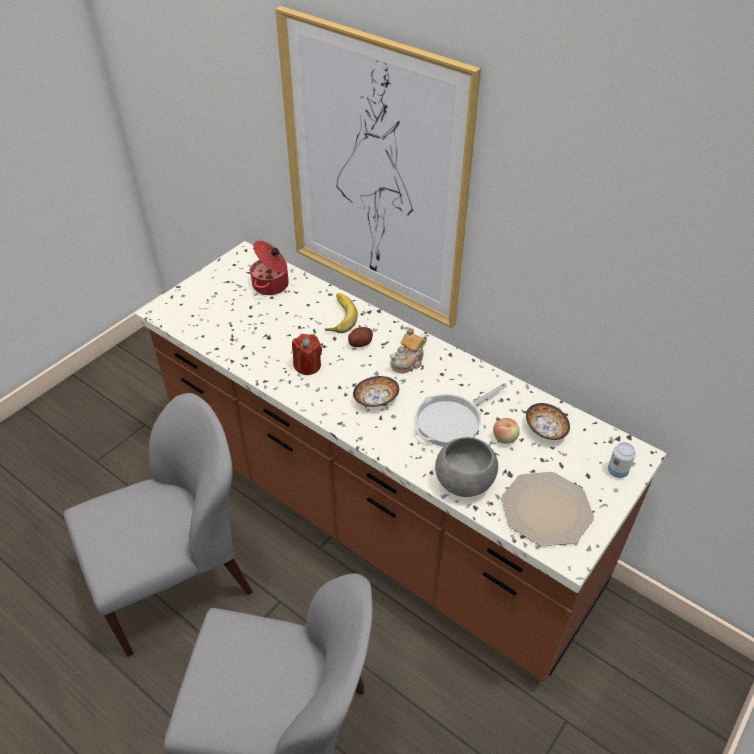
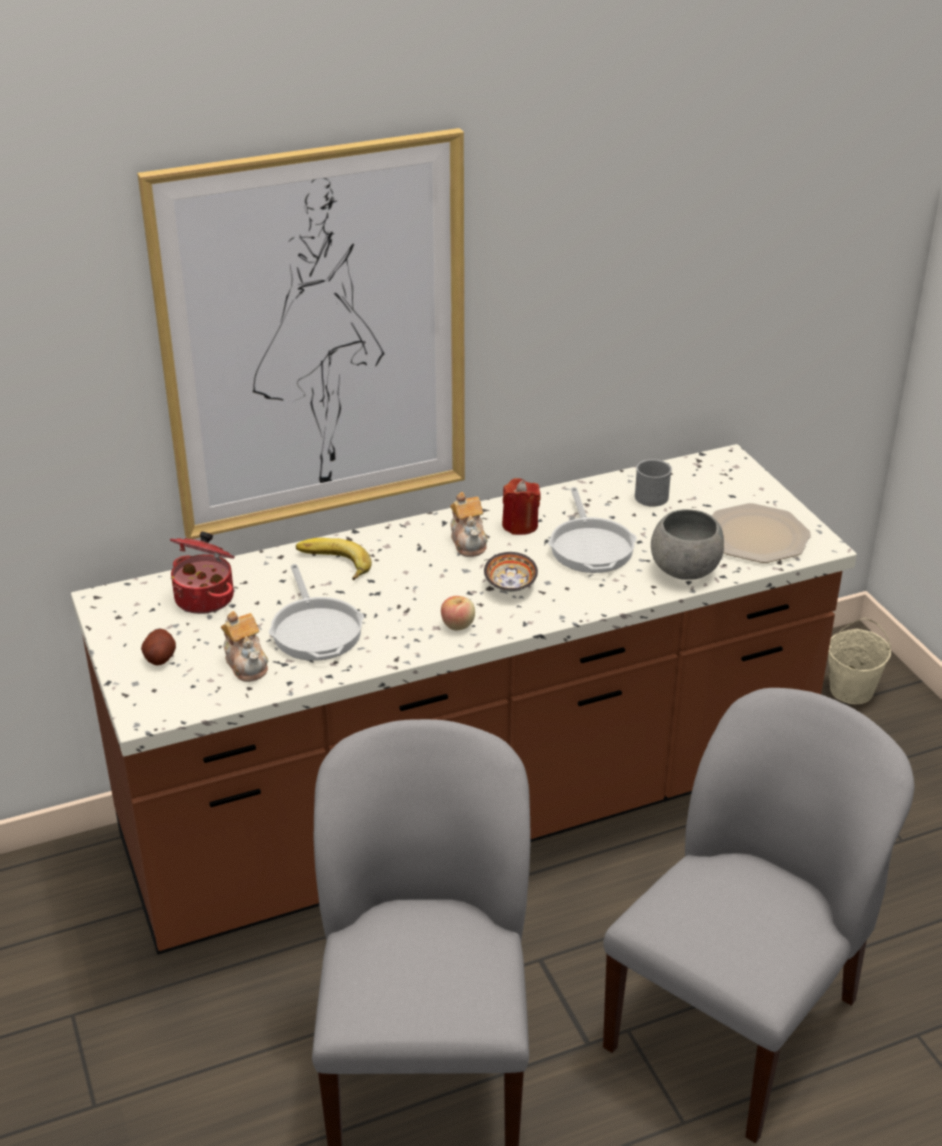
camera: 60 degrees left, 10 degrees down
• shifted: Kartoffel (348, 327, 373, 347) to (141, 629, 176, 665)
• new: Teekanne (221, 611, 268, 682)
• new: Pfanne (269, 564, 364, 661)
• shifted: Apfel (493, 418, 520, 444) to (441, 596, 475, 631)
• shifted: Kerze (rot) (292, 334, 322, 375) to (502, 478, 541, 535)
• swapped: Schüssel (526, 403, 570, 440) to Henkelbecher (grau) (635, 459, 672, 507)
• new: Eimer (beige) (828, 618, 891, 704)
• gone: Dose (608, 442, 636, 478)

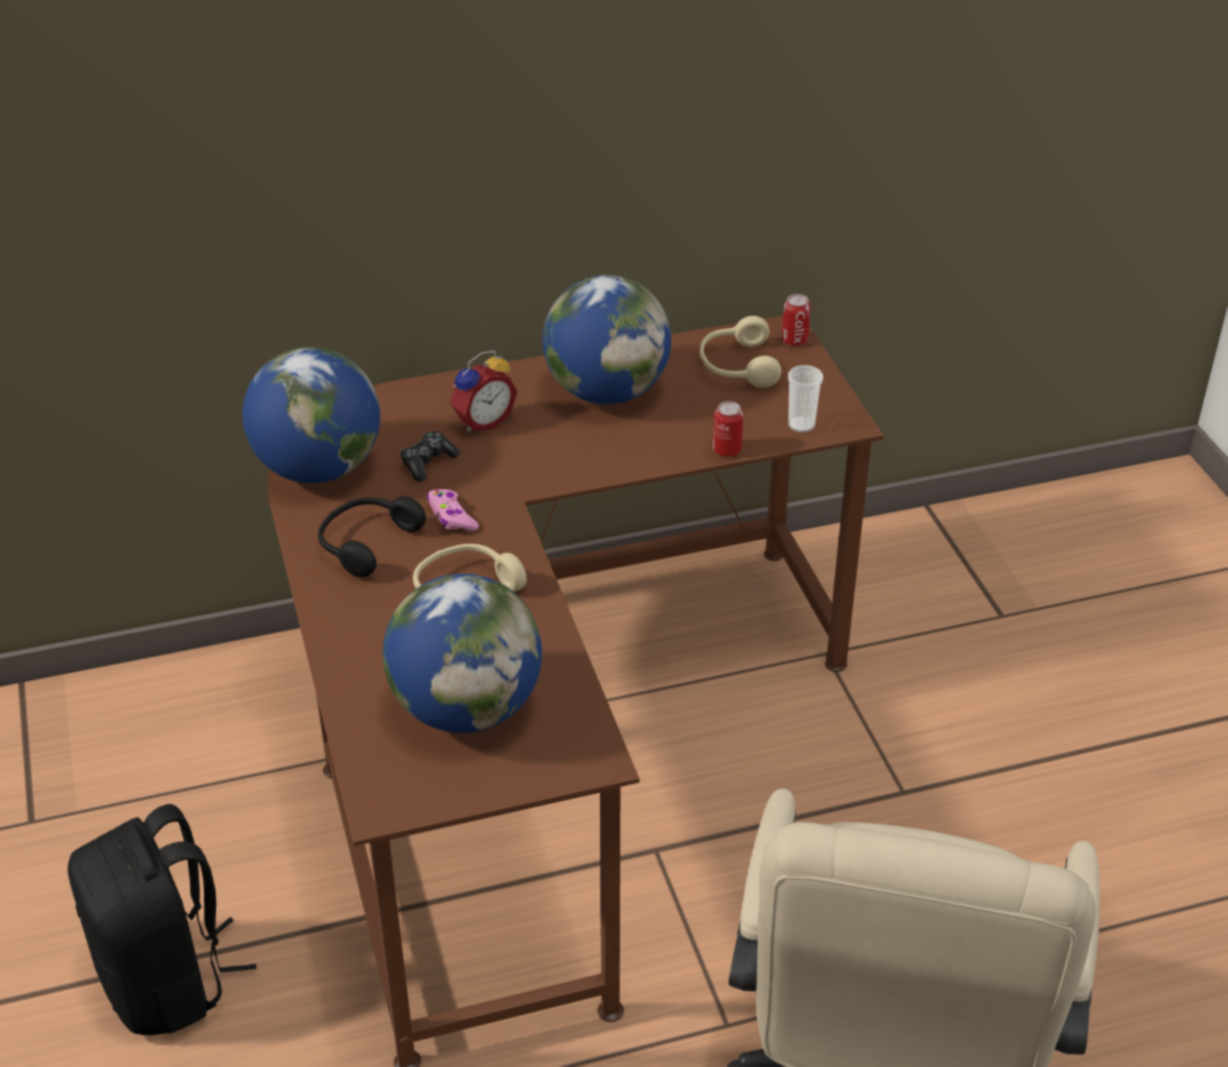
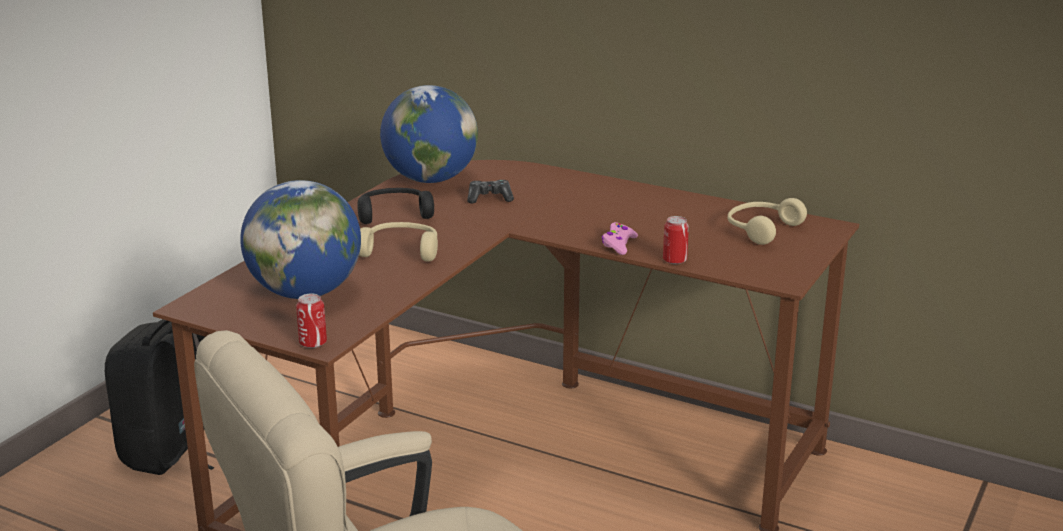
camera: 45 degrees right, 15 degrees down
• shifted: Dose (782, 294, 811, 346) to (296, 294, 327, 348)
• shifted: Gamepad (rosa) (427, 489, 479, 531) to (601, 222, 638, 255)
• gone: Wecker (450, 351, 517, 432)
• gone: Globus (543, 275, 671, 404)
• gone: Tasse (788, 365, 823, 433)

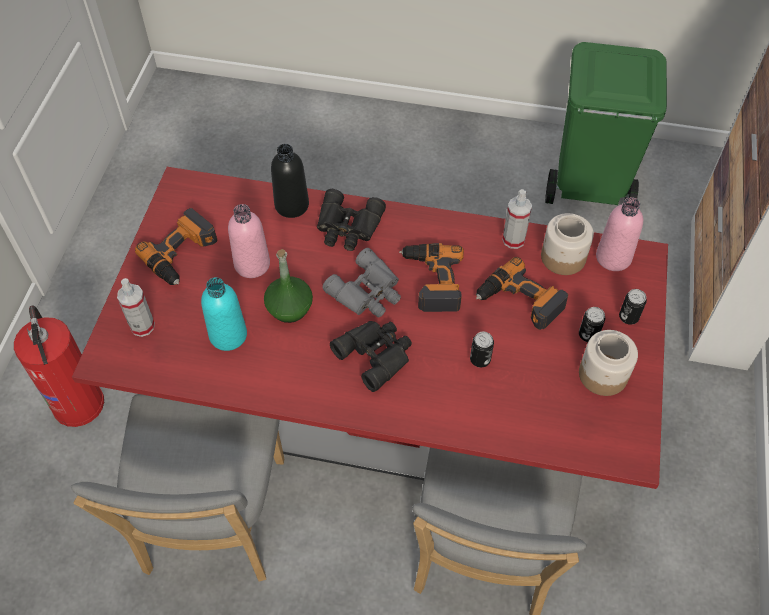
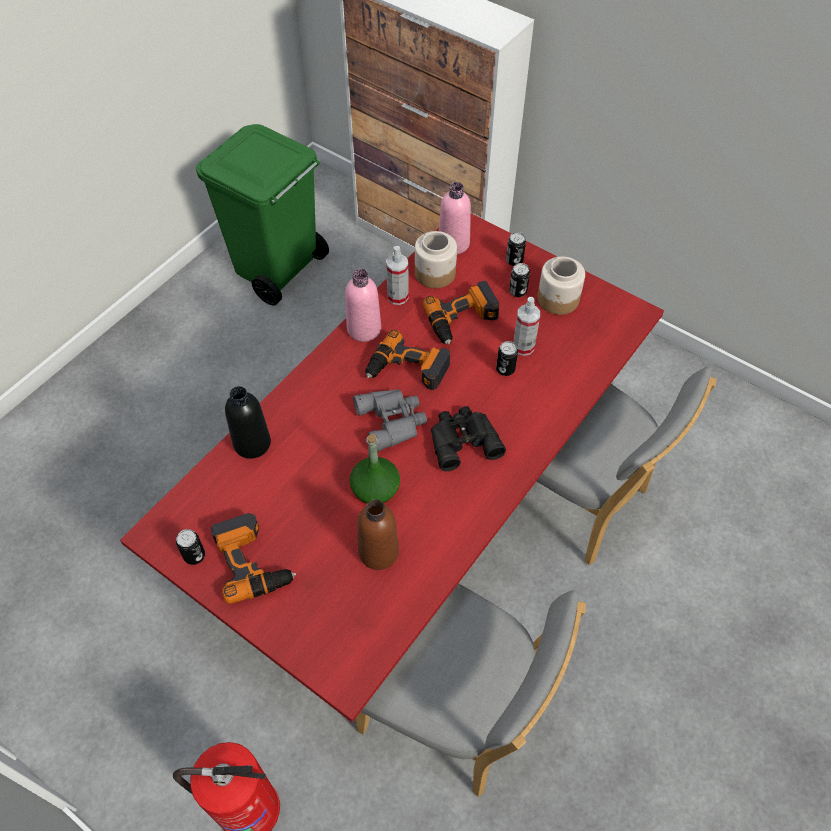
camera: 65 degrees left, 0 degrees up
• new: Dose (176, 529, 205, 565)
• shifted: Flasche (rosa) (228, 204, 270, 278) to (345, 269, 381, 342)
• repainted: Flasche (türkis) (201, 277, 247, 351) to Flasche (braun) (357, 500, 399, 570)
• shifted: Sprühflasche (117, 278, 155, 337) to (513, 297, 540, 356)
• gone: Fernglas (schwarz) (317, 189, 386, 251)

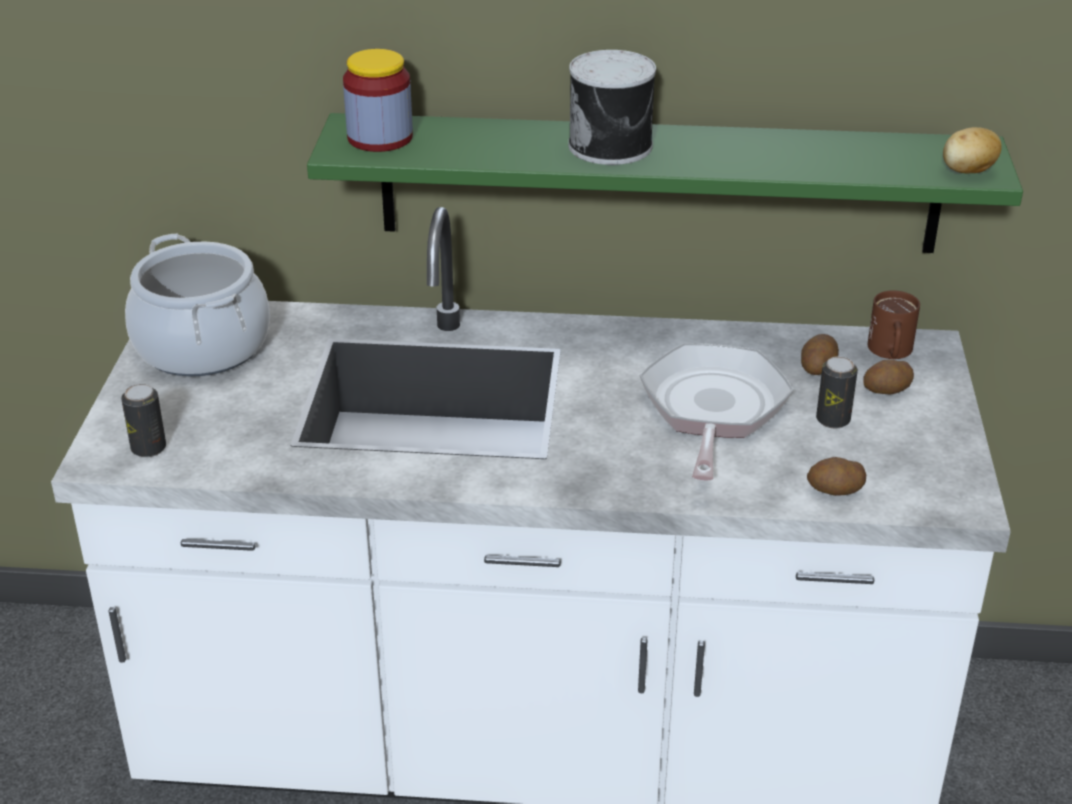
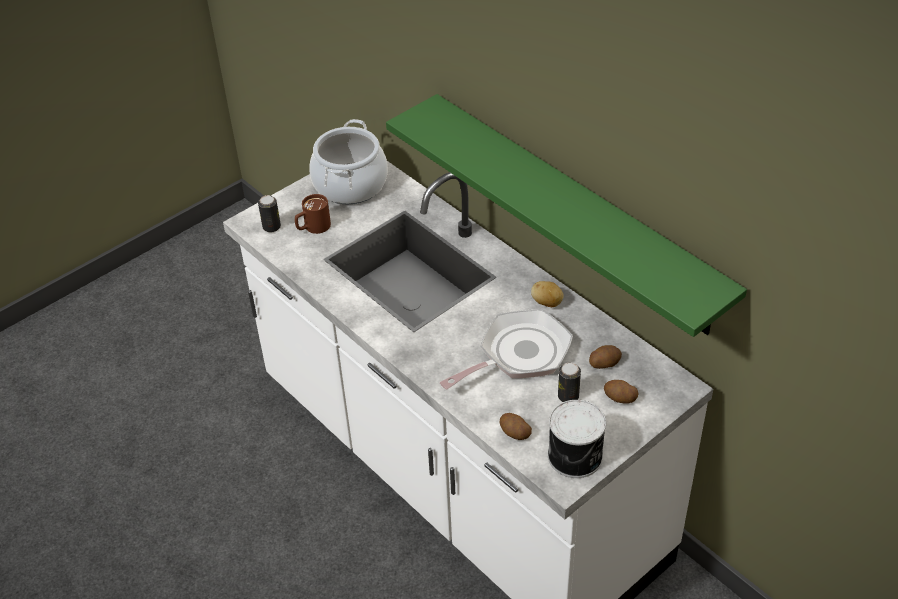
camera: 45 degrees right, 10 degrees up
• shifted: Henkelbecher (braun) (868, 290, 920, 359) to (295, 194, 331, 234)
• shifted: Kartoffel (943, 127, 1002, 173) to (531, 281, 564, 307)
• shifted: Dose (568, 50, 656, 165) to (548, 400, 606, 478)
• gone: Vorratsglas (343, 49, 413, 152)

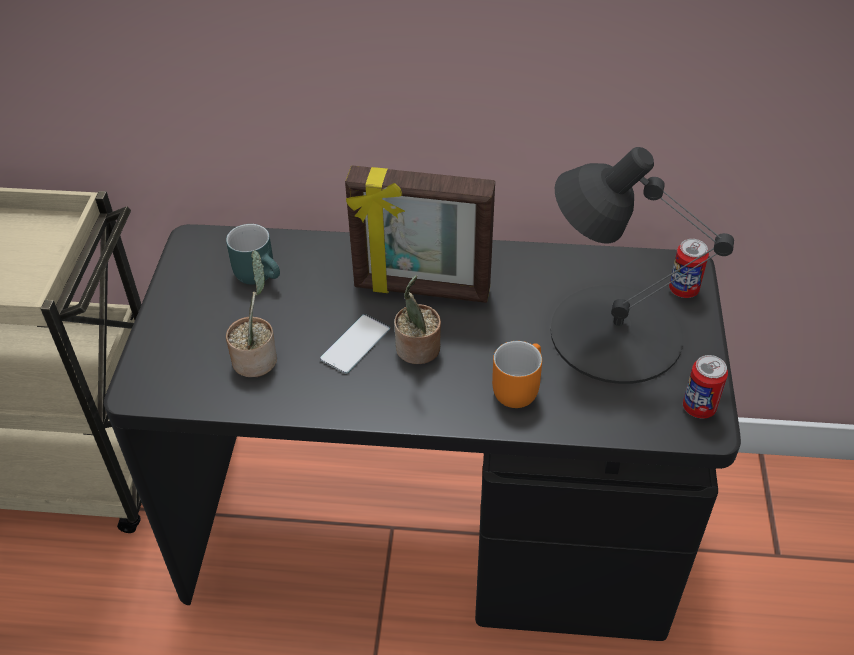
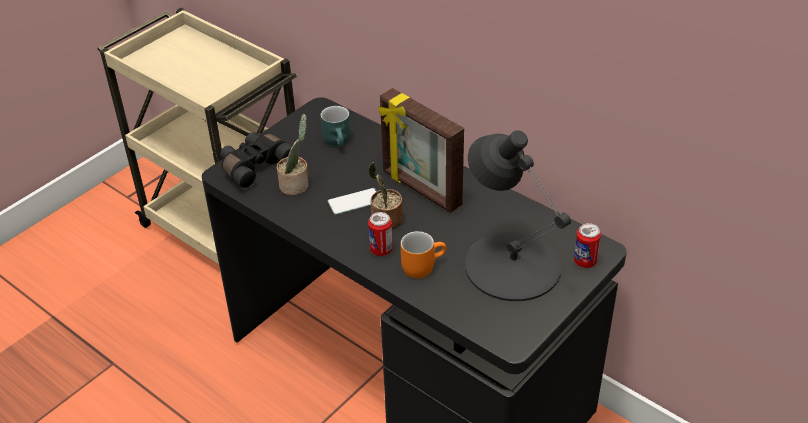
camera: 35 degrees right, 5 degrees down
• new: Fernglas (schwarz) (220, 132, 292, 189)
• shifted: Dose (683, 355, 728, 419) to (368, 212, 393, 256)

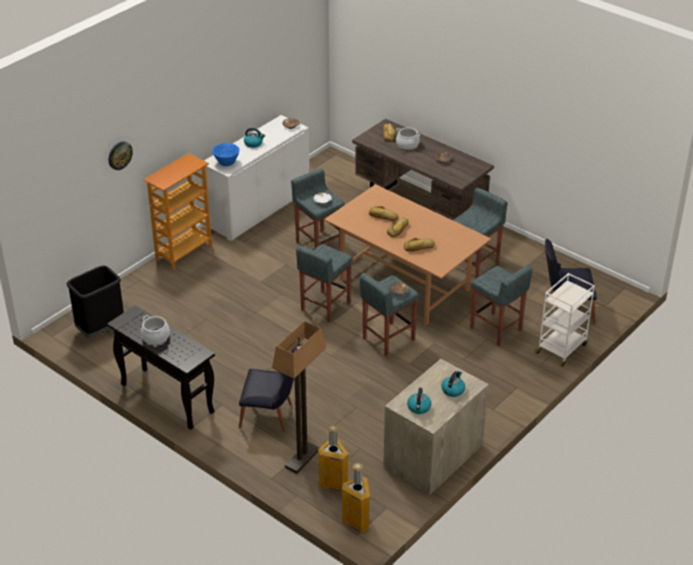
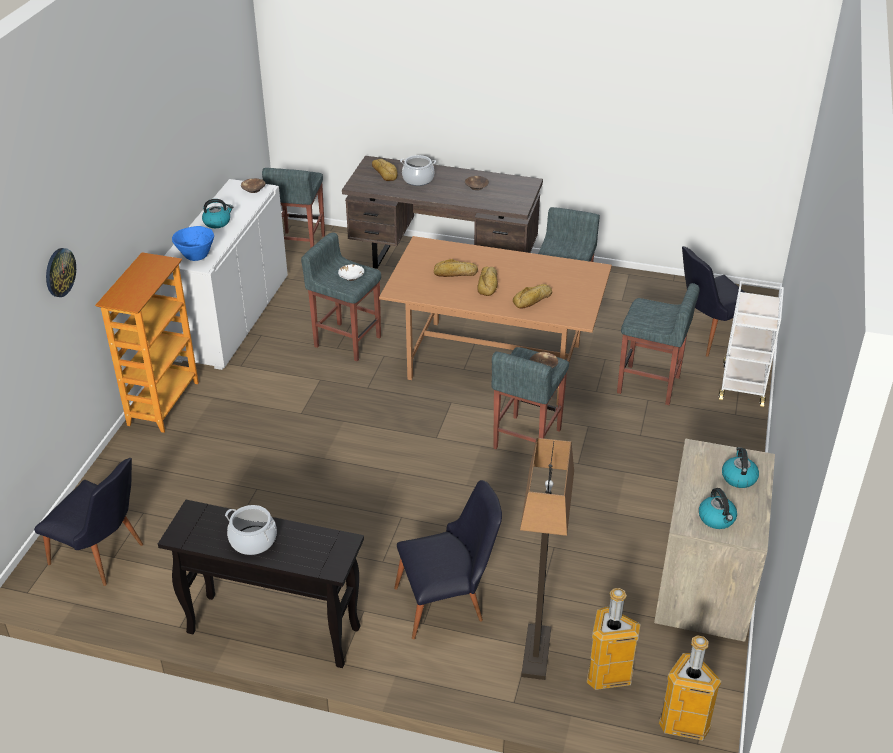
camera: 25 degrees left, 0 degrees up
• swapped: Mülleimer (schwarz) (67, 265, 124, 338) to Stuhl (schwarz) (34, 458, 143, 586)
• shifted: Hocker (grau) (296, 244, 353, 322) to (262, 168, 325, 248)

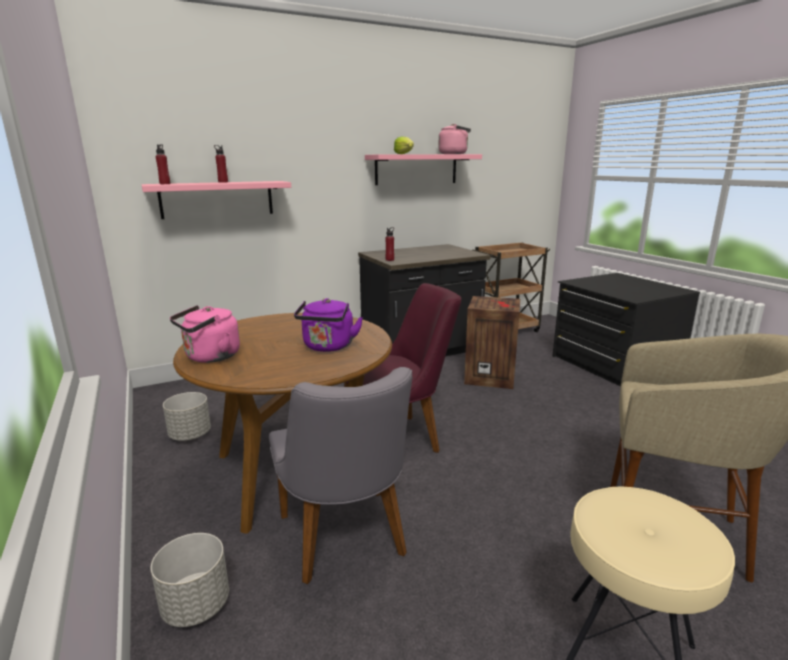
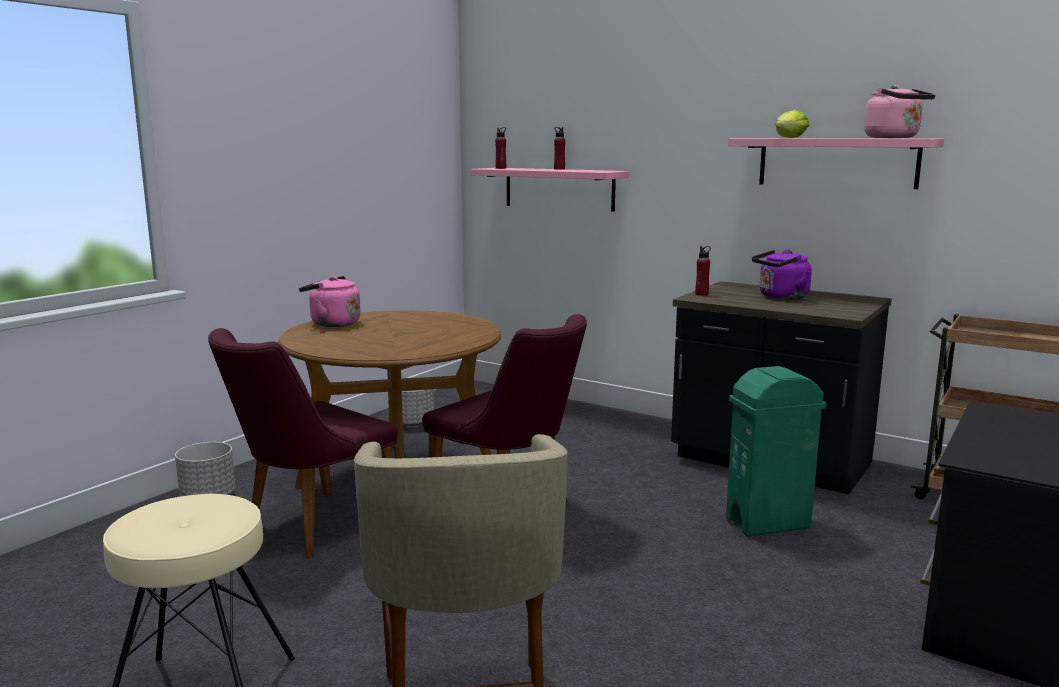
camera: 60 degrees right, 5 degrees down
• repainted: Stuhl (grau) (269, 367, 412, 584) to Stuhl (lila) (208, 328, 398, 557)
• swapped: Kiste (464, 296, 520, 389) to Mülleimer (grün) (726, 366, 827, 537)
• shifted: Wasserkessel (lila) (294, 298, 363, 352) to (752, 250, 812, 300)

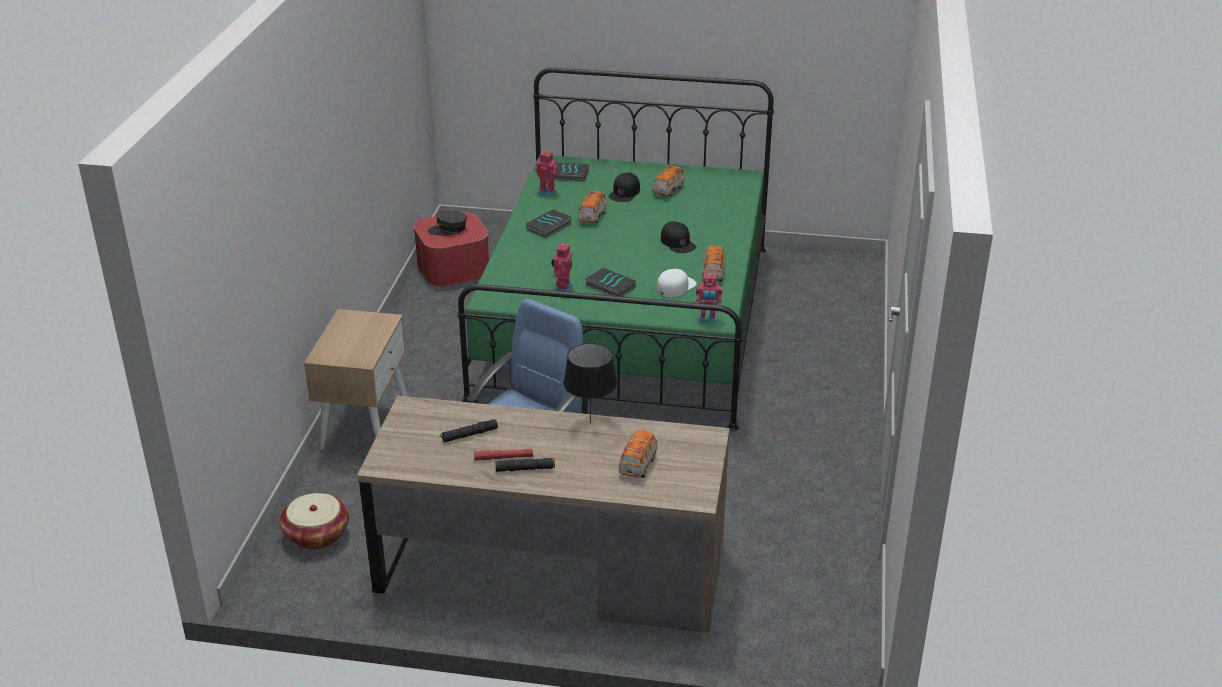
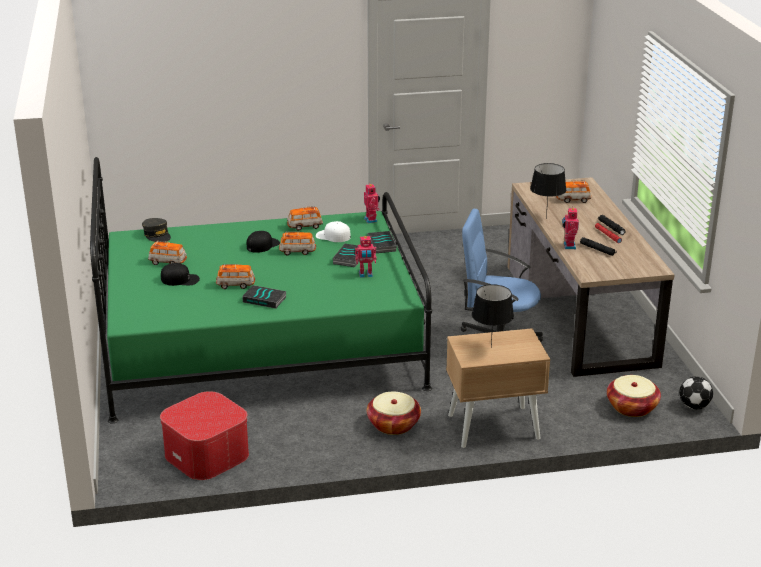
camera: 110 degrees left, 5 degrees down
• shifted: Kappe (grau) (428, 211, 467, 236) to (142, 218, 171, 242)
• new: Spielzeugauto (279, 231, 316, 255)
• shifted: Buch (553, 162, 589, 182) to (367, 231, 397, 253)
• new: Korb (367, 392, 421, 435)
• new: Tischlampe (schwarz) (472, 284, 514, 348)
• shifted: Spielzeugroboter (535, 151, 559, 196) to (562, 206, 579, 249)
• new: Fußball (679, 376, 713, 409)

